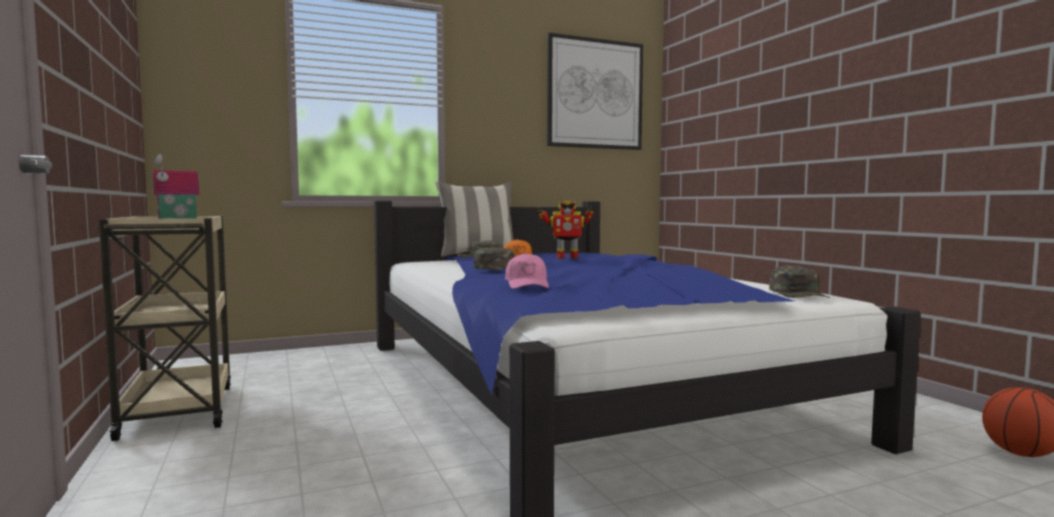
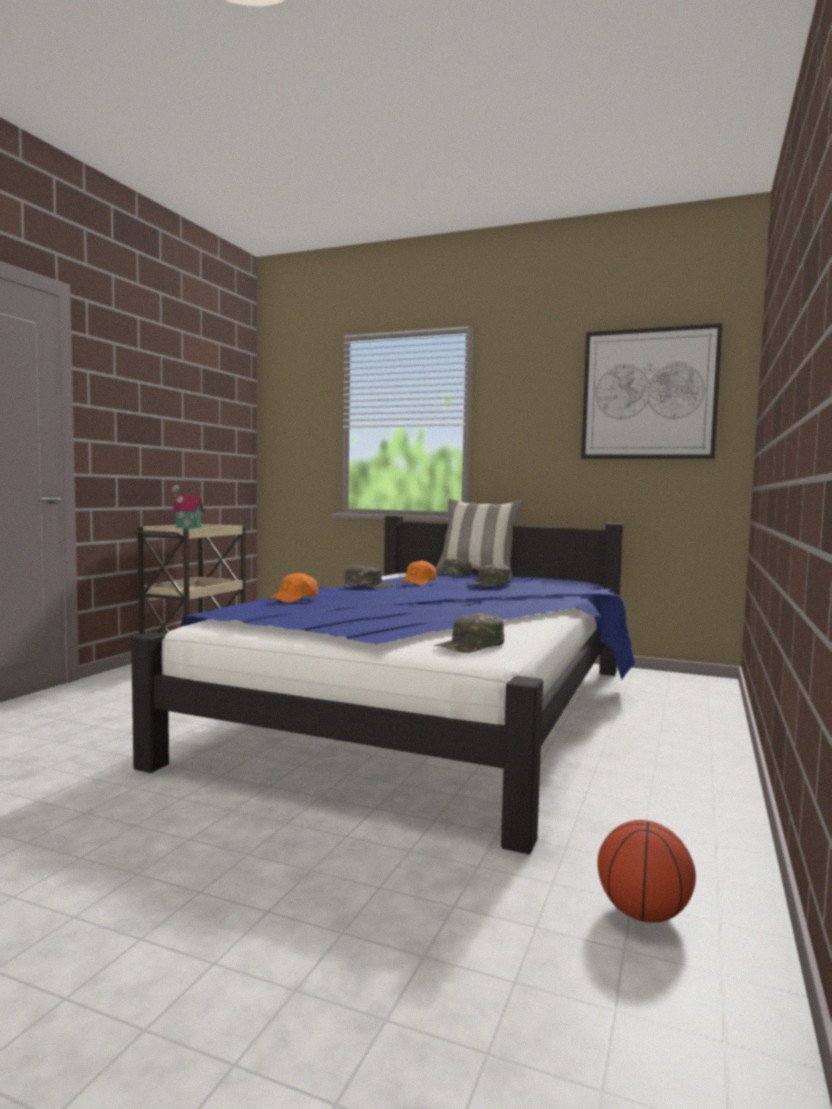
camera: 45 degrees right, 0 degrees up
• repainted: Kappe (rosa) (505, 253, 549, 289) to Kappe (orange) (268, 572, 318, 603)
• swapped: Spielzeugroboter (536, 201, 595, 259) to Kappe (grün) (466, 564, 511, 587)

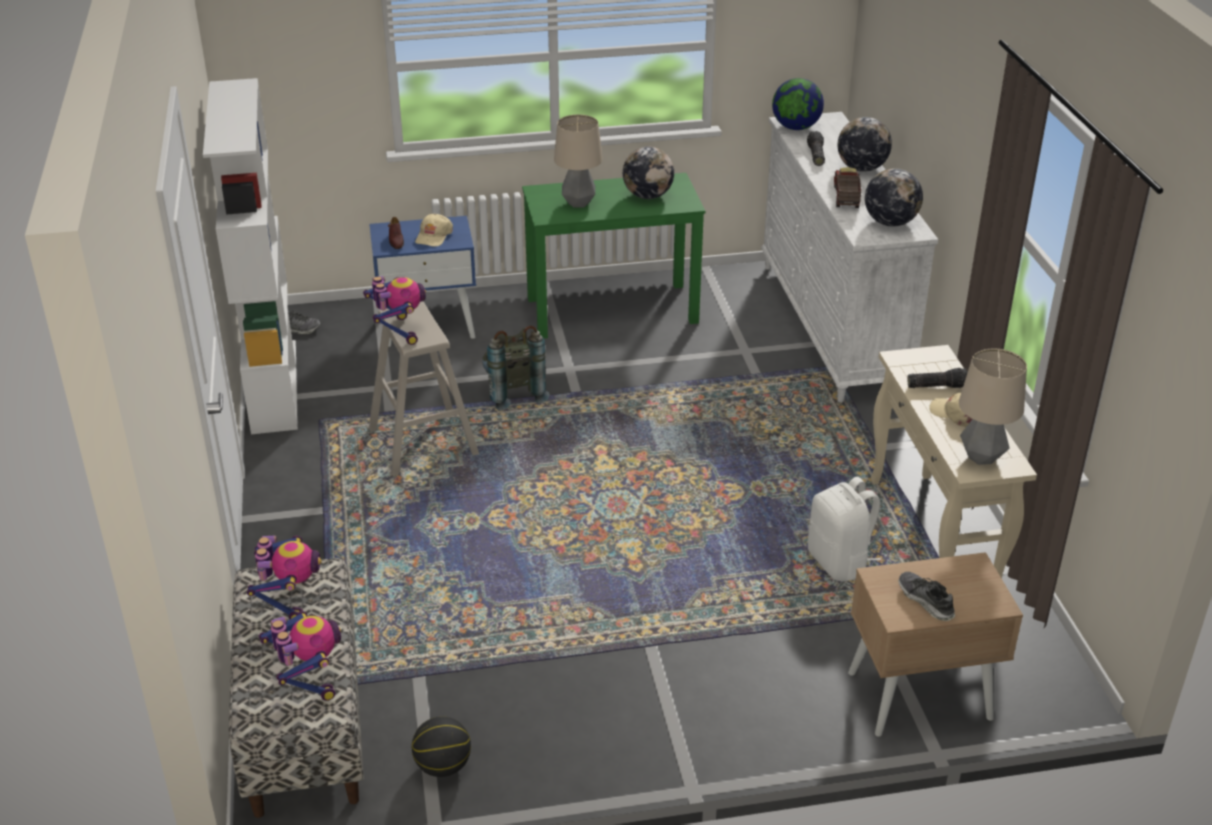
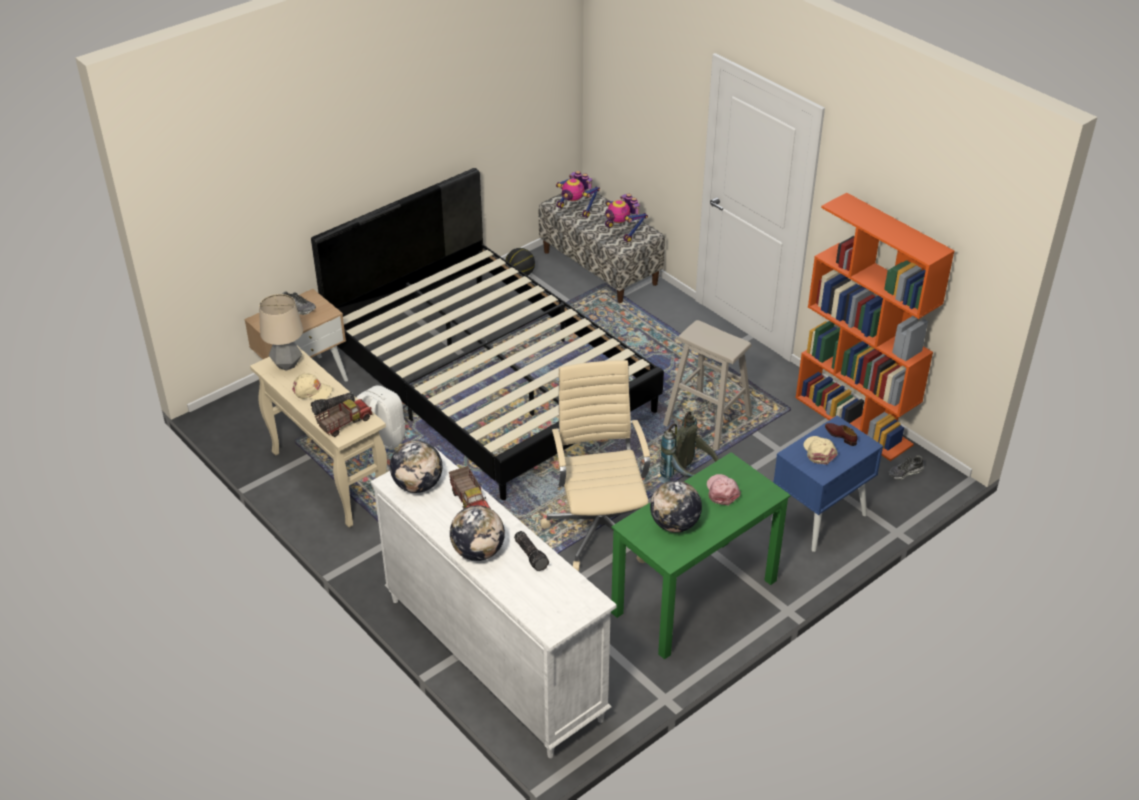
camera: 150 degrees right, 5 degrees up
• new: Bett (schwarz) (311, 168, 664, 500)
• new: Spielzeuglaster (315, 399, 372, 437)
• new: Bürostuhl (beige) (540, 360, 650, 572)
• swapped: Tischlampe (554, 115, 603, 208) to Kappe (rosa) (707, 474, 741, 505)
• repainted: Bücherregal (weiß) (203, 78, 298, 434) to Bücherregal (orange) (796, 193, 954, 461)
• gone: Spielzeugroboter (363, 276, 426, 345)
• gone: Globus (772, 78, 824, 130)

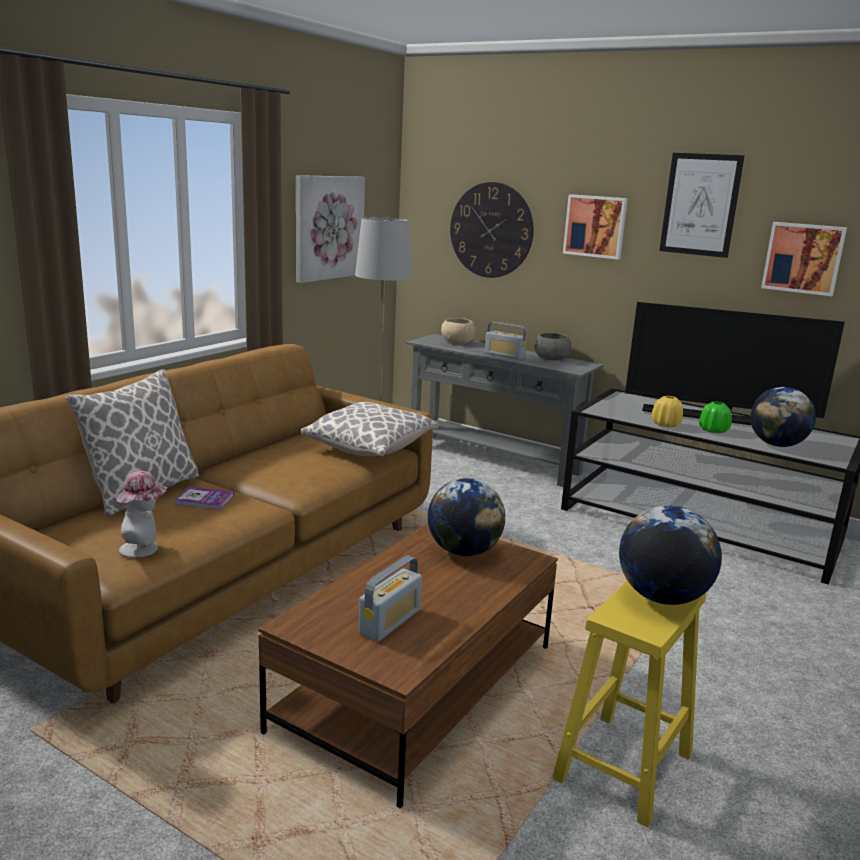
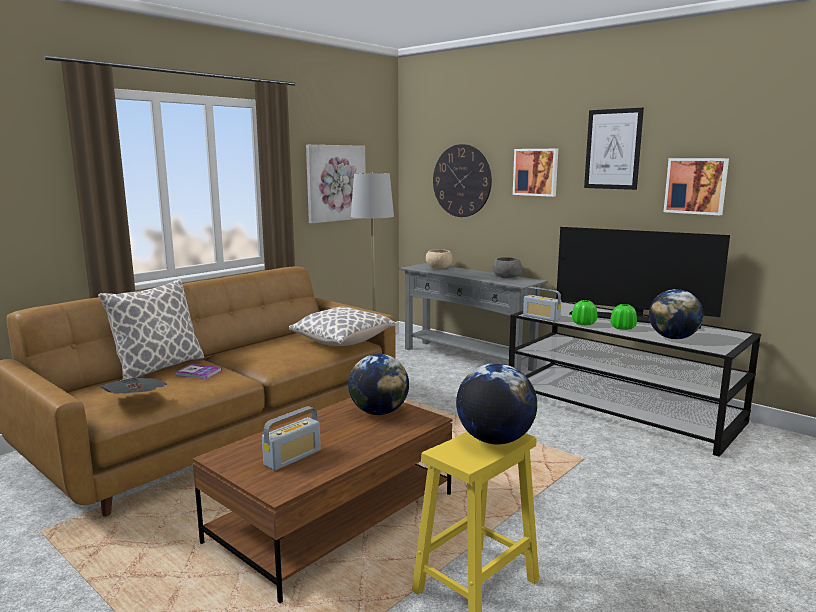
camera: 10 degrees right, 5 degrees down
• swapped: Hut (116, 471, 168, 558) to Zeitung (98, 378, 167, 394)
• shifted: Radio (485, 322, 527, 360) to (523, 287, 562, 321)
• repainted: Vase (gelb) (652, 396, 683, 427) to Vase (grün) (572, 300, 597, 325)

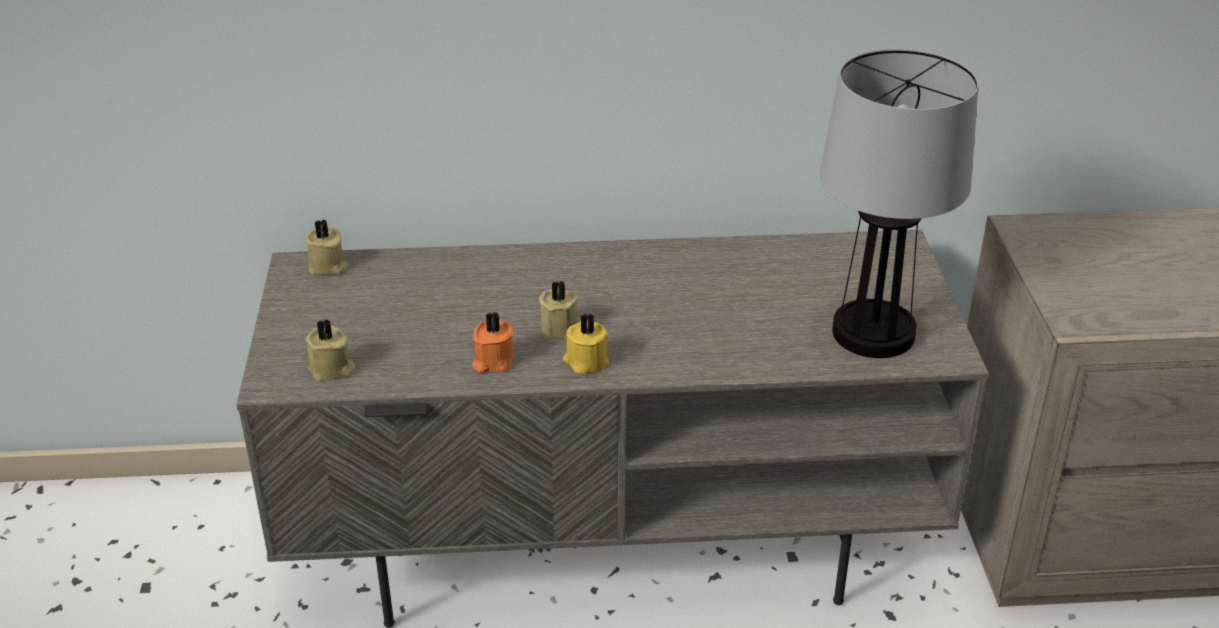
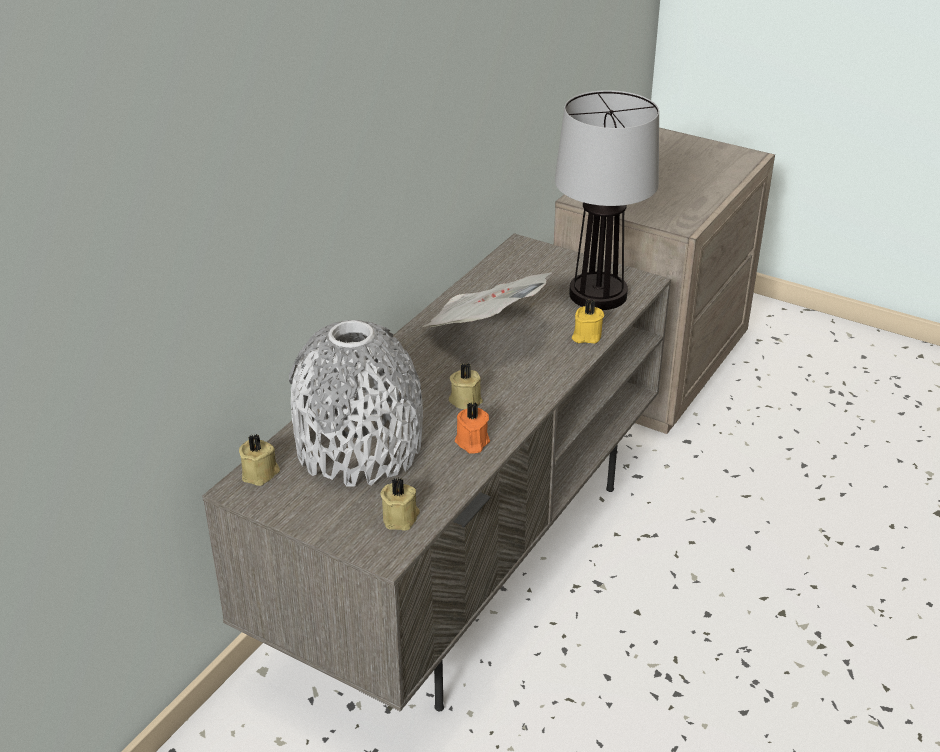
camera: 55 degrees left, 0 degrees up
• new: Vase (grau) (289, 320, 423, 487)
• new: Zeitung (423, 272, 552, 327)
• shifted: Kerze (gelb) (563, 314, 609, 374) to (572, 300, 604, 344)

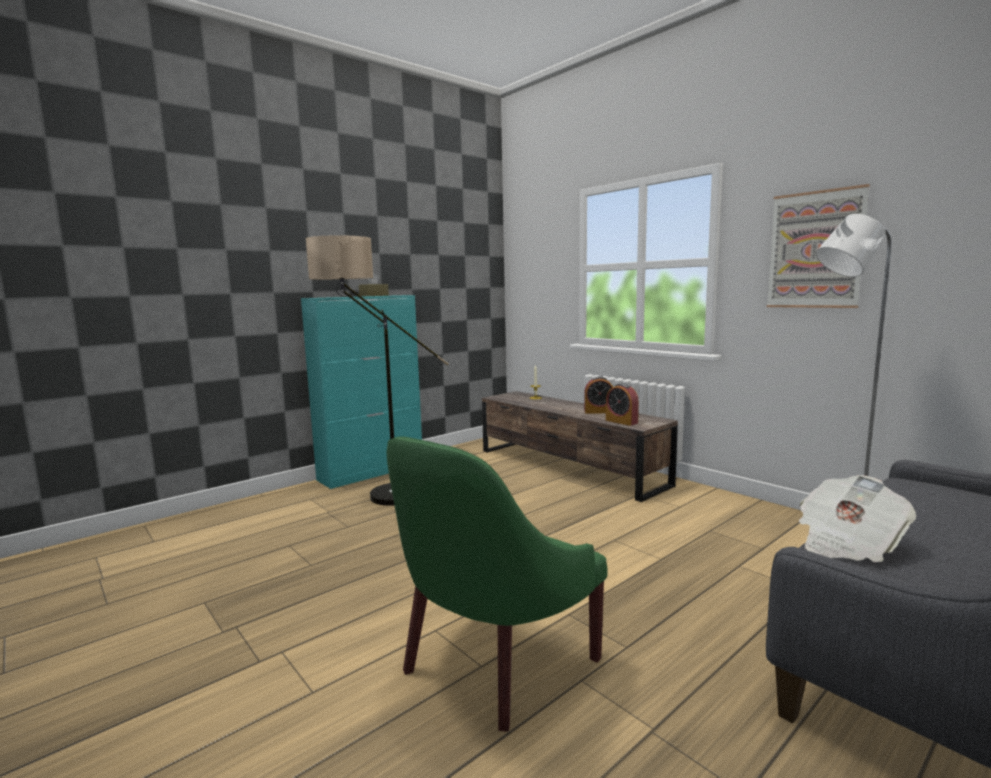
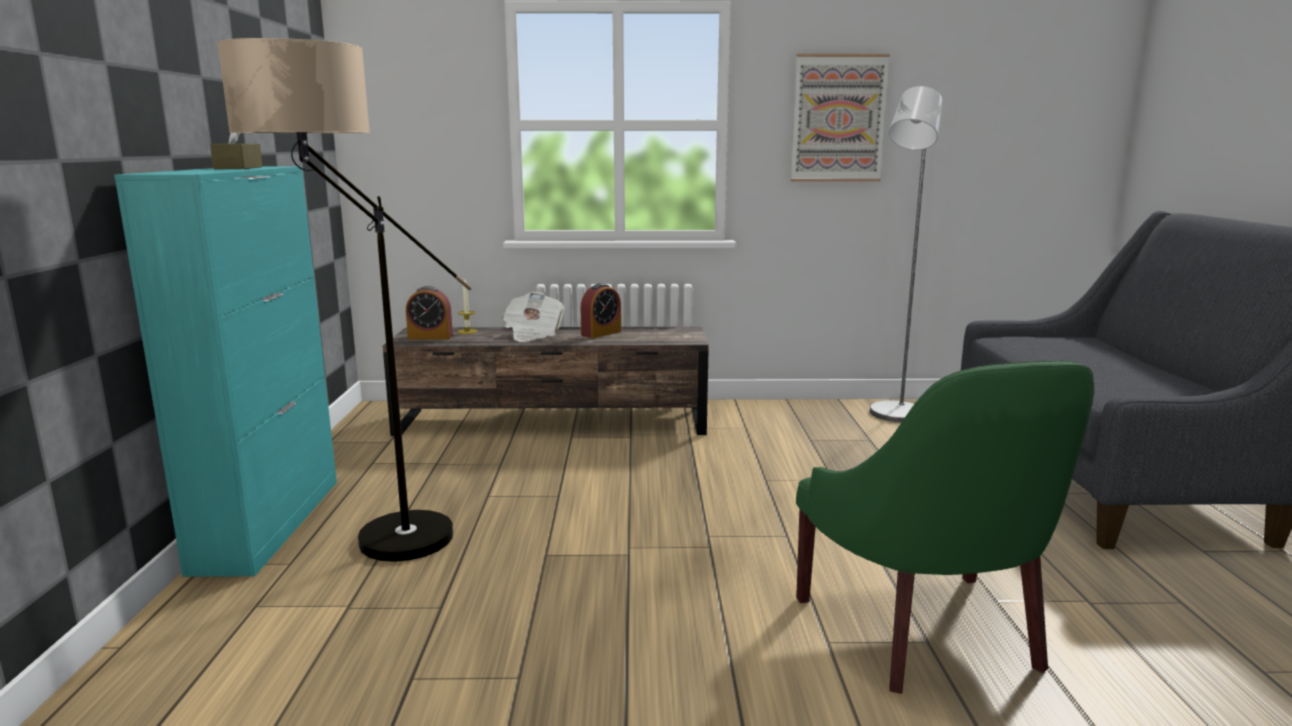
camera: 50 degrees left, 5 degrees up
• shifted: Wecker (606, 383, 639, 426) to (406, 286, 453, 340)
• shifted: Zeitung (799, 475, 916, 562) to (502, 292, 565, 342)

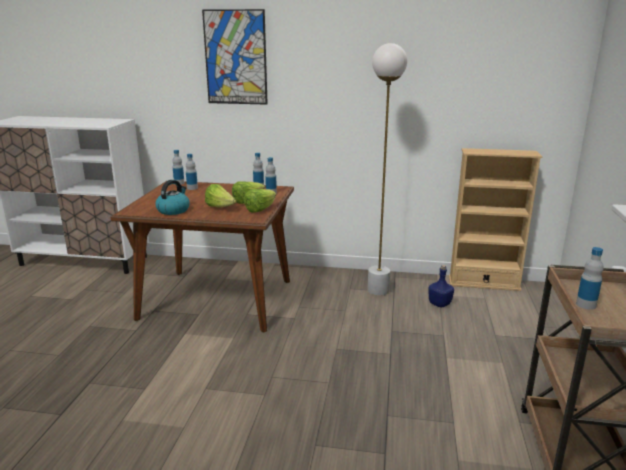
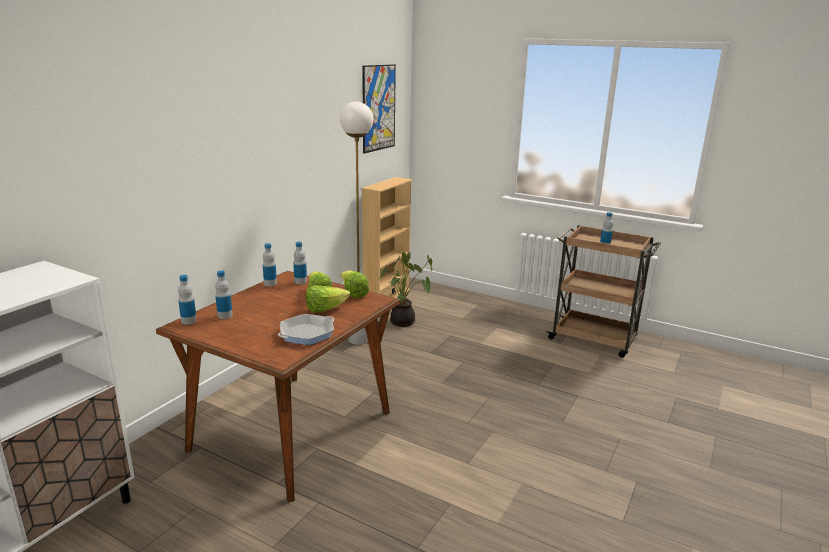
camera: 70 degrees left, 0 degrees up
• swapped: Wasserkessel (155, 180, 190, 215) to Pfanne (278, 314, 334, 345)
• shifted: Bild (202, 9, 268, 105) to (362, 64, 396, 154)
• swapped: Flasche (blau) (428, 265, 454, 307) to Topfpflanze (379, 252, 433, 327)

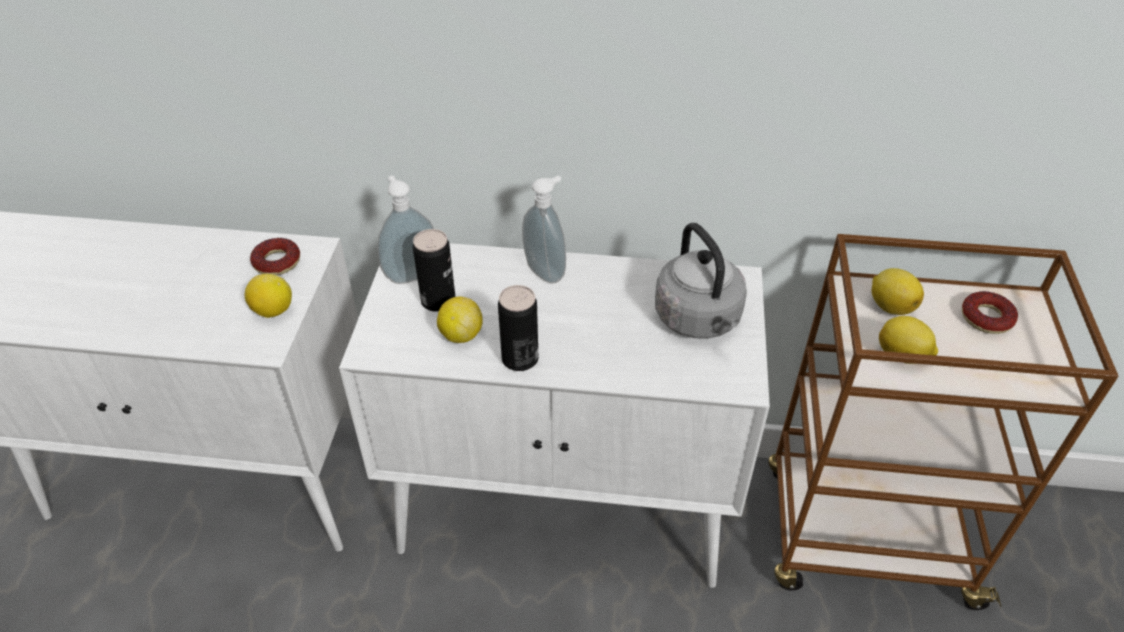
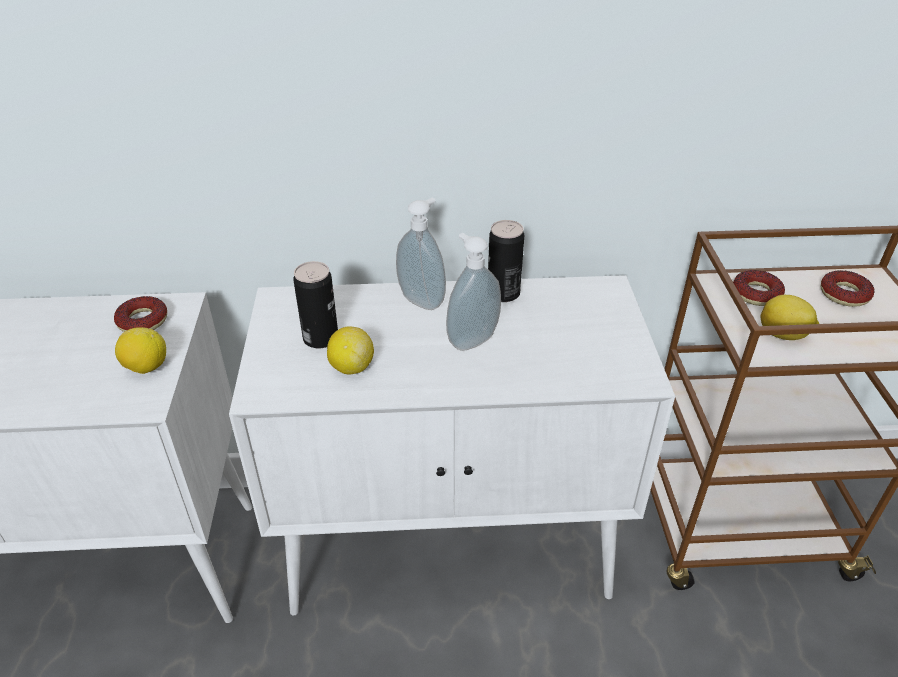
camera: 10 degrees left, 5 degrees down
• shifted: Seifenspender (377, 176, 434, 284) to (446, 233, 501, 351)
• shifted: Dose (498, 285, 538, 371) to (488, 220, 524, 302)
• swapped: Zitrone (872, 268, 924, 315) to Donut (733, 270, 785, 306)
• gone: Wasserkessel (grau) (655, 223, 747, 339)

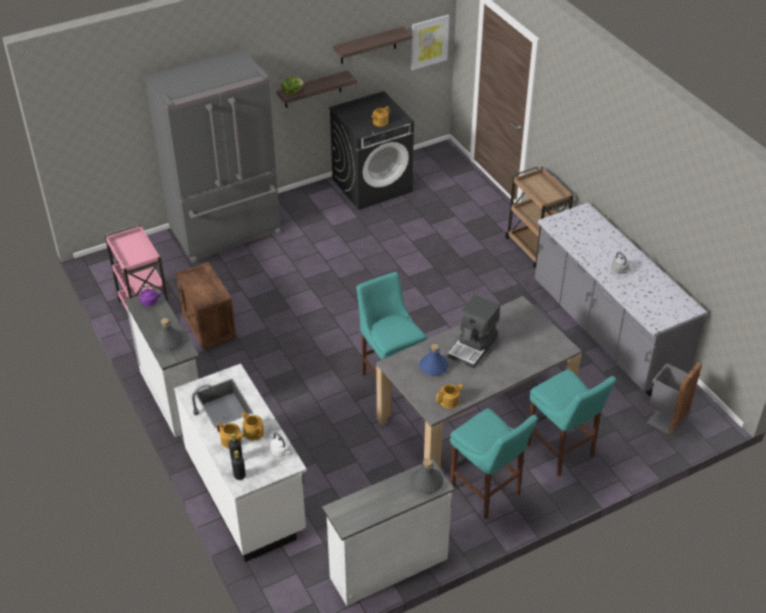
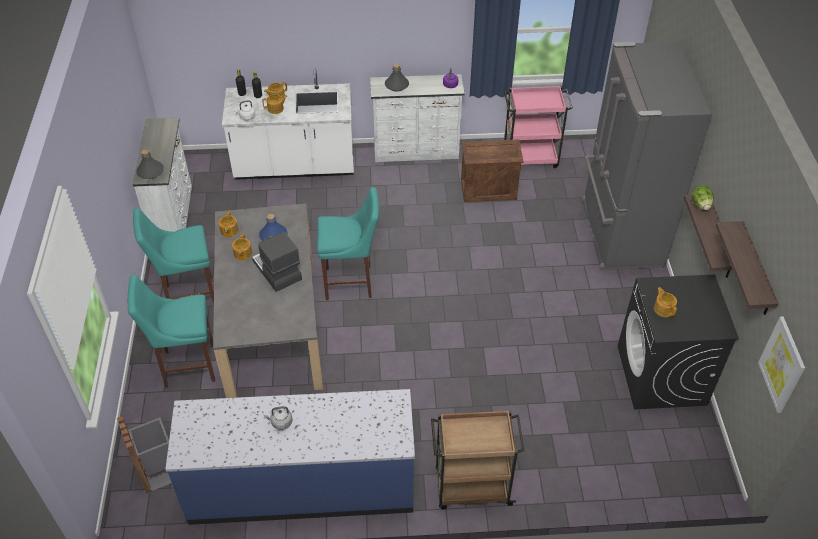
camera: 115 degrees right, 5 degrees up
• repainted: Küchenzeile (grau) (535, 202, 707, 396) to Küchenzeile (blau) (165, 389, 415, 525)
• new: Teekanne (232, 233, 252, 260)

